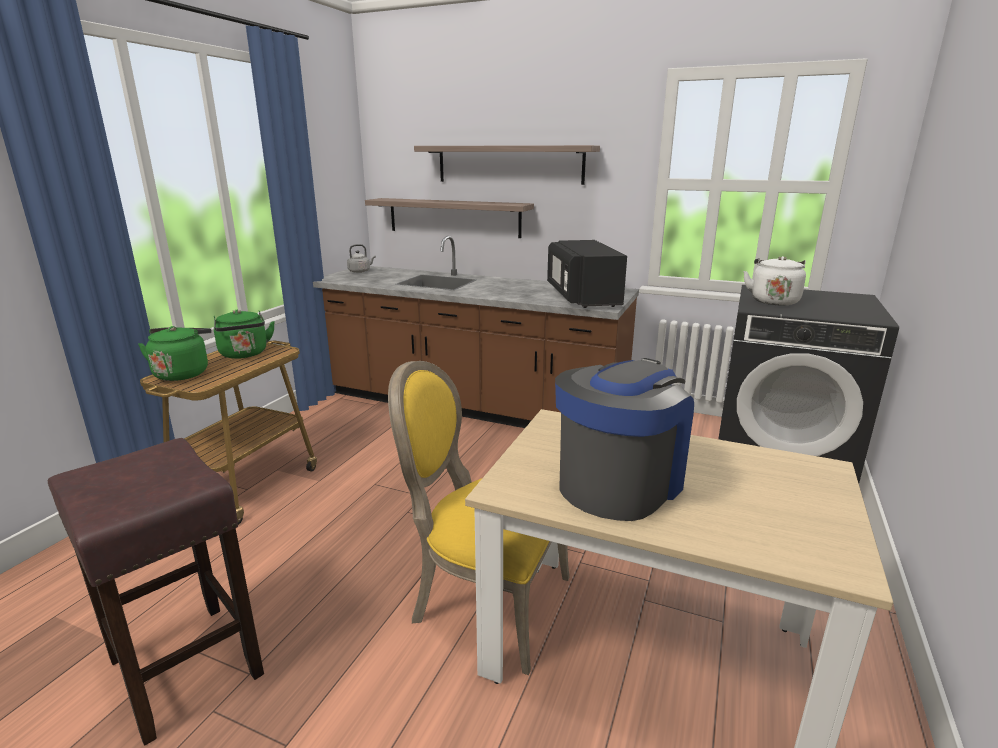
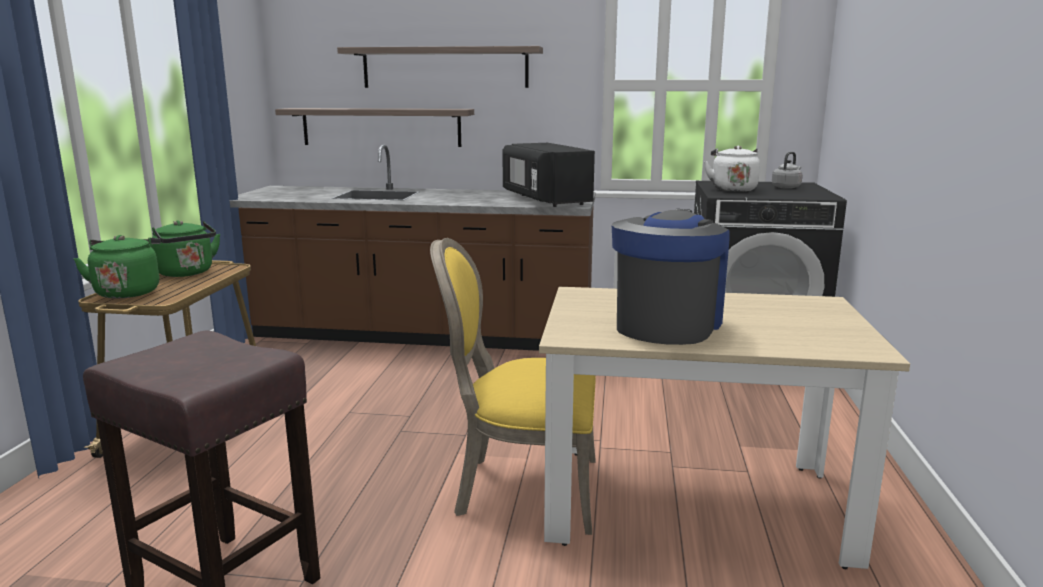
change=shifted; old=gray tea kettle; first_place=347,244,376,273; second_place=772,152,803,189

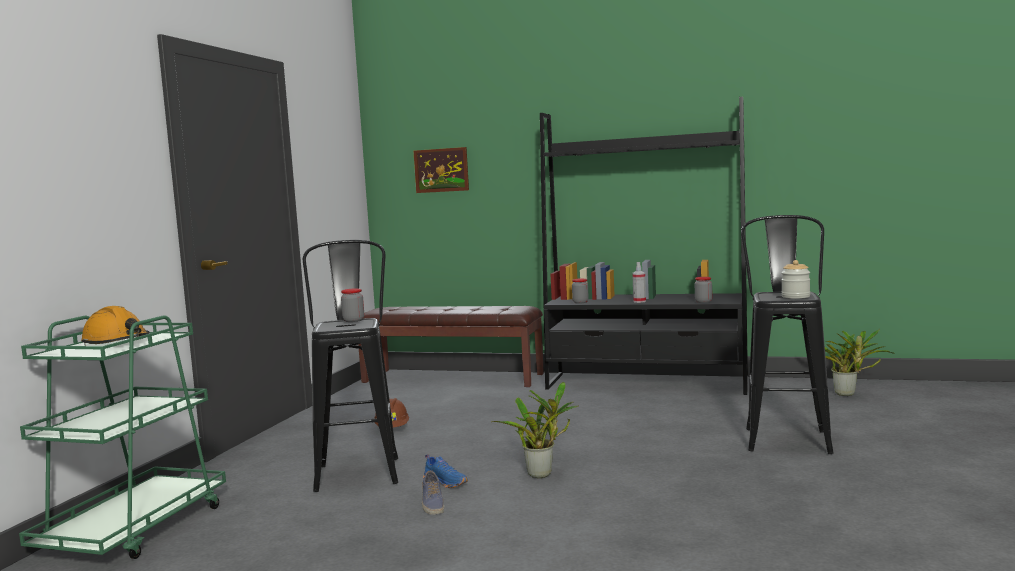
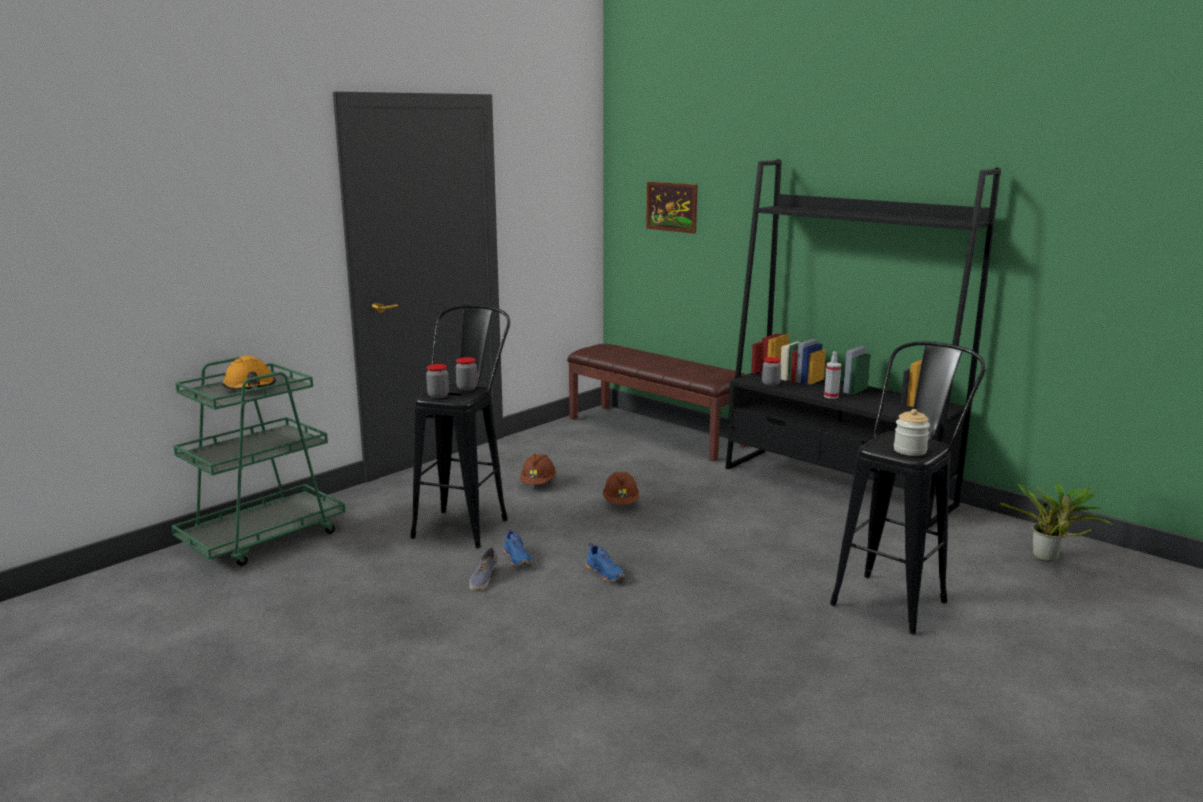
change=new; new=brownish hard hat; second_place=603,472,639,505
change=shifted; old=preserve jar; first_place=695,277,712,303; second_place=426,364,449,398
change=swapped; old=potted plant; new=bluish item of footwear; first_place=491,382,579,478; second_place=585,542,625,582

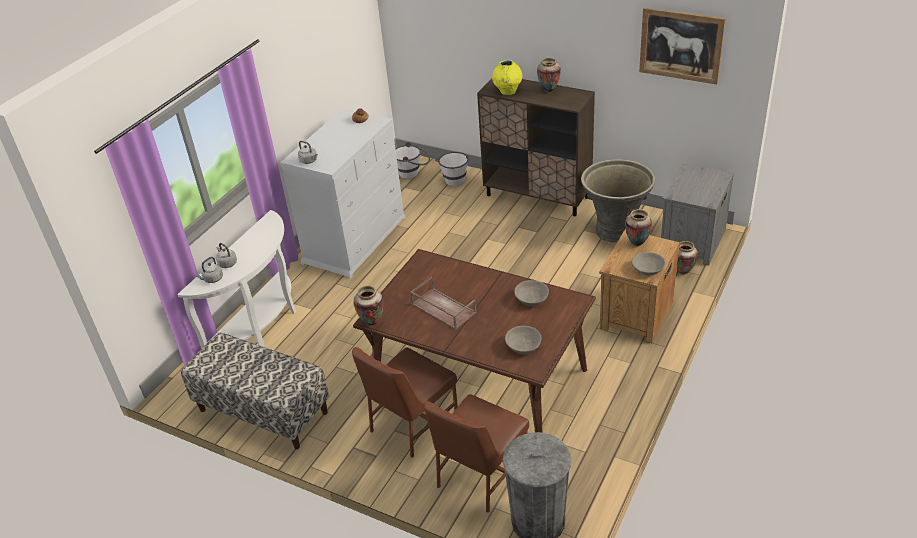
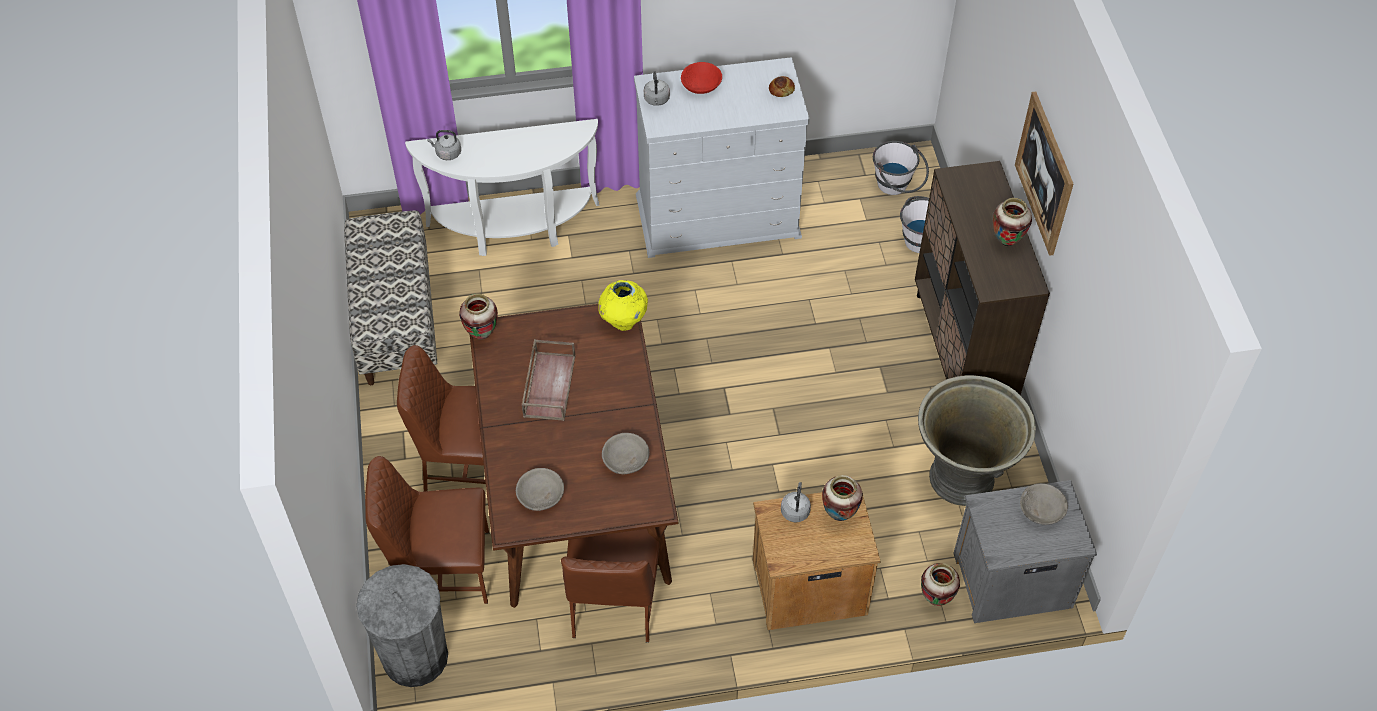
change=new; new=brownish plain chair; second_place=561,529,660,643
change=new; new=reddish serving bowl; second_place=681,62,722,94
change=shifted; old=gray tea kettle; first_place=216,243,237,268; second_place=781,482,811,522
change=shifted; old=yellow-coloured flower vase; first_place=492,60,523,95; second_place=598,280,648,331
change=shifted; old=gray serving bowl; first_place=632,252,665,276; second_place=1020,483,1068,525
change=shifted; old=wall art; first_place=639,8,726,85; second_place=1015,91,1073,256

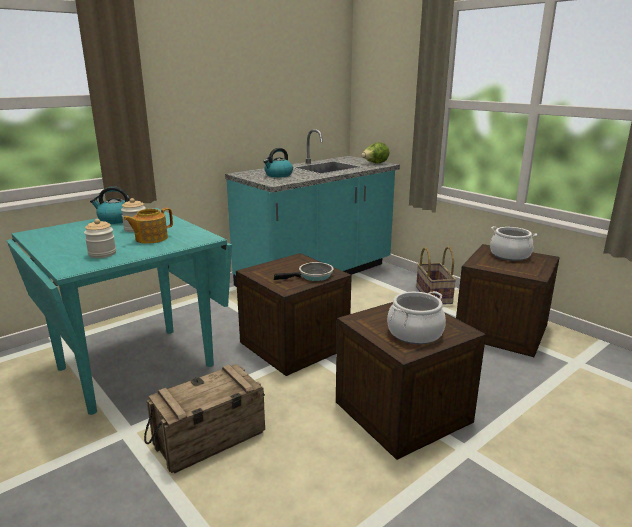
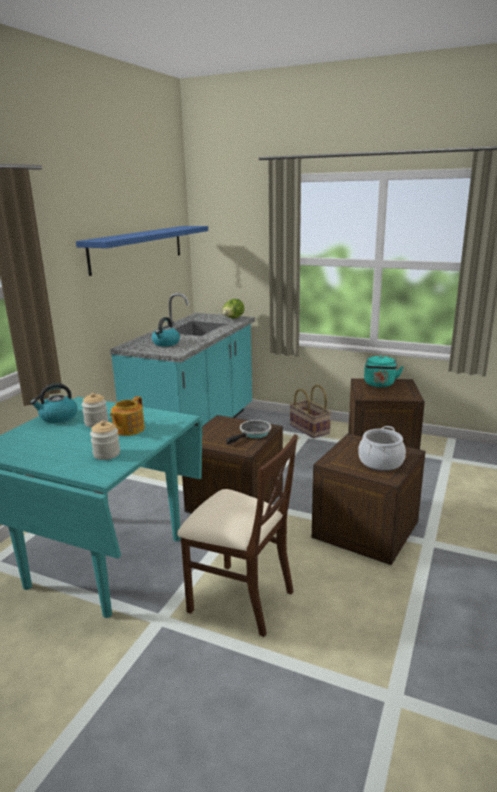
change=new; new=bluish shelf; second_place=76,226,208,276
change=swapped; old=crate; new=beige-coloured plain chair; first_place=144,364,265,474; second_place=177,434,298,637
change=swapped; old=saucepot; new=turquoise tea kettle; first_place=490,226,537,261; second_place=364,355,404,387

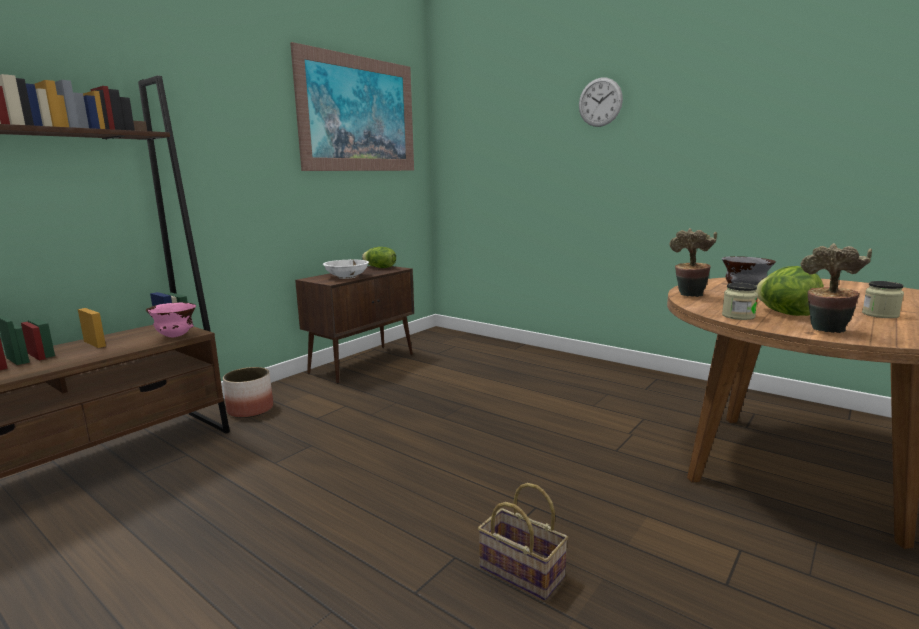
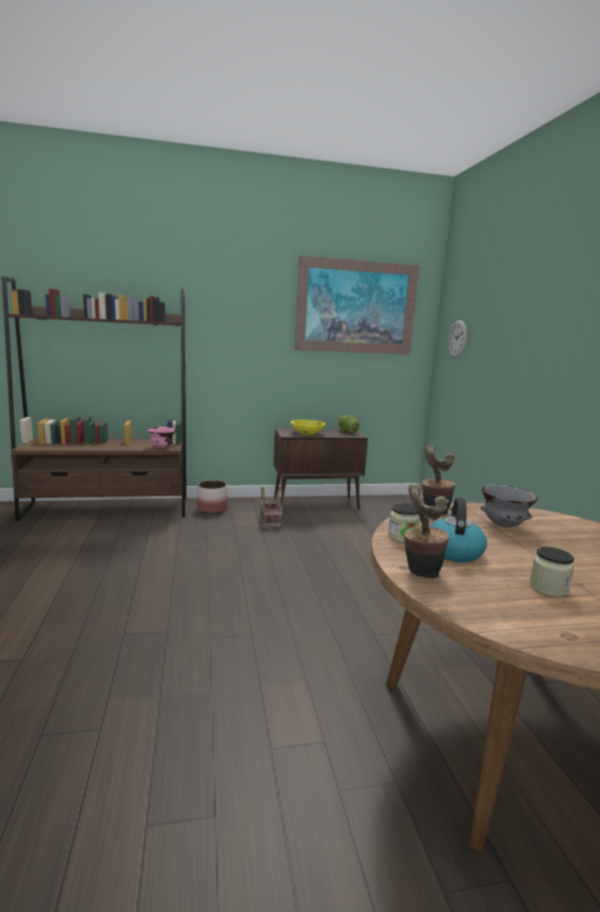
change=shifted; old=household basket; first_place=478,483,568,600; second_place=260,486,283,528
change=shifted; old=wall clock; first_place=579,78,623,127; second_place=448,320,467,357
change=swapped; old=head of lettuce; new=tea kettle; first_place=756,266,824,316; second_place=429,498,487,562
change=repainted; old=white-coloured serving bowl; new=yellow-coloured serving bowl; first_place=323,259,369,279; second_place=290,420,326,435

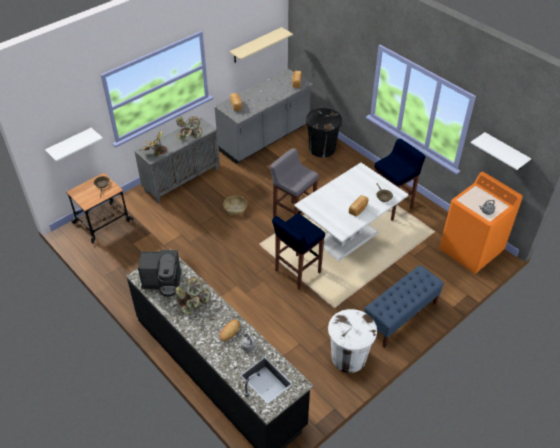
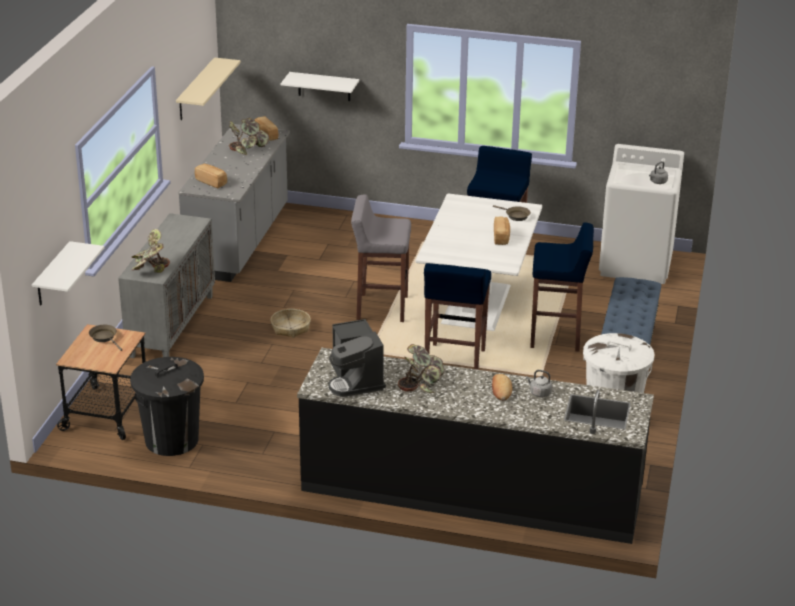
change=new; new=bluish stool; second_place=530,223,594,352
change=shifted; old=potted plant; first_place=176,116,202,141; second_place=229,118,269,155
change=shifted; old=black trash can; first_place=306,108,342,157; second_place=130,357,204,456
change=shifted; old=white-coloured shelf; first_place=471,132,531,170; second_place=281,72,359,101
change=repainted; old=orange laundry machine; new=white-coloured laundry machine; first_place=440,172,523,274; second_place=599,144,684,284
change=rotated; old=coffee brewer; first_place=138,250,181,297; second_place=329,319,386,397; degrees=105

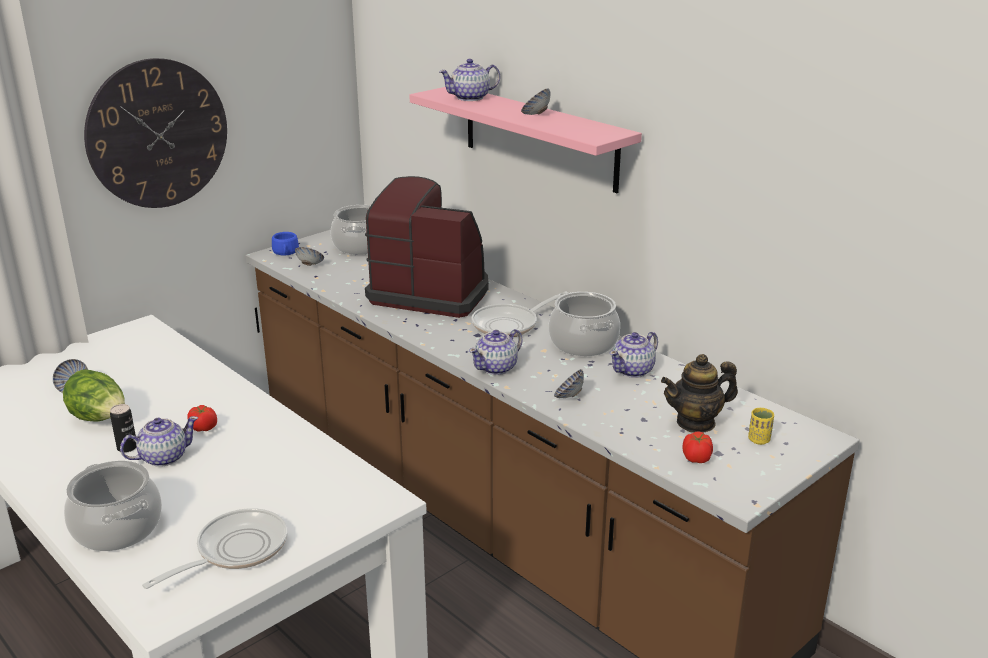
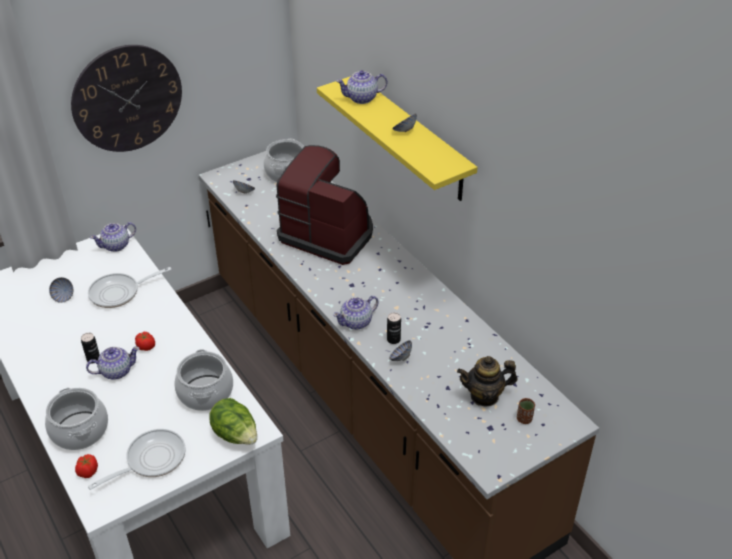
change=gone; old=bluish cup; first_place=272,232,299,256
change=new; new=can; second_place=387,312,401,344
change=shifted; old=head of lettuce; first_place=63,369,125,422; second_place=210,398,257,445
change=shifted; old=frying pan; first_place=471,292,568,337; second_place=88,267,172,308
change=shifted; old=saucepot; first_place=549,292,620,356; second_place=174,349,233,411
change=shifted; old=pot for tea; first_place=610,332,658,378; second_place=90,222,136,252
change=shifted; old=tomato; first_place=683,431,713,463; second_place=75,454,98,478
change=repainted; old=pink-coloured shelf; new=yellow-coloured shelf; first_place=409,87,642,193; second_place=317,76,478,201
change=repainted; old=yellow-coloured cup; new=brownish cup; first_place=748,408,774,445; second_place=517,398,535,424

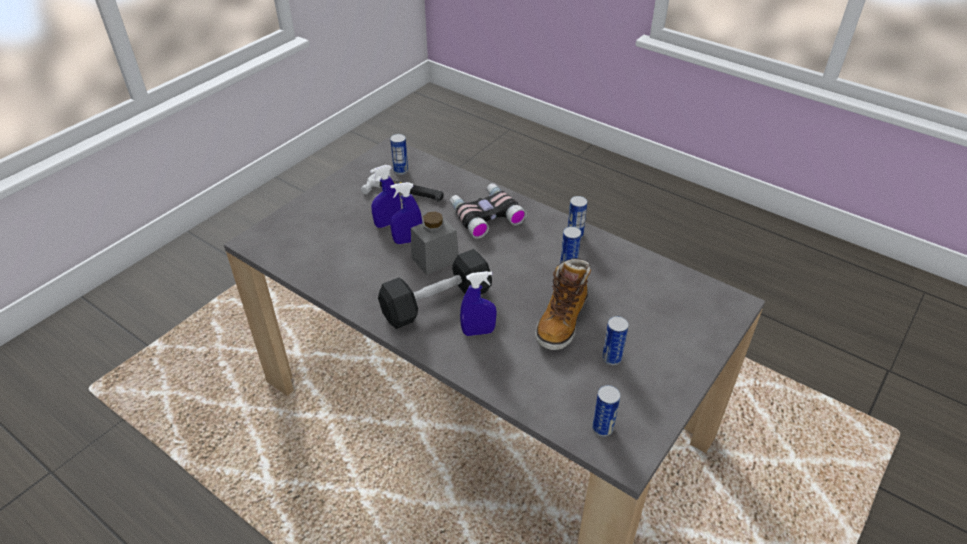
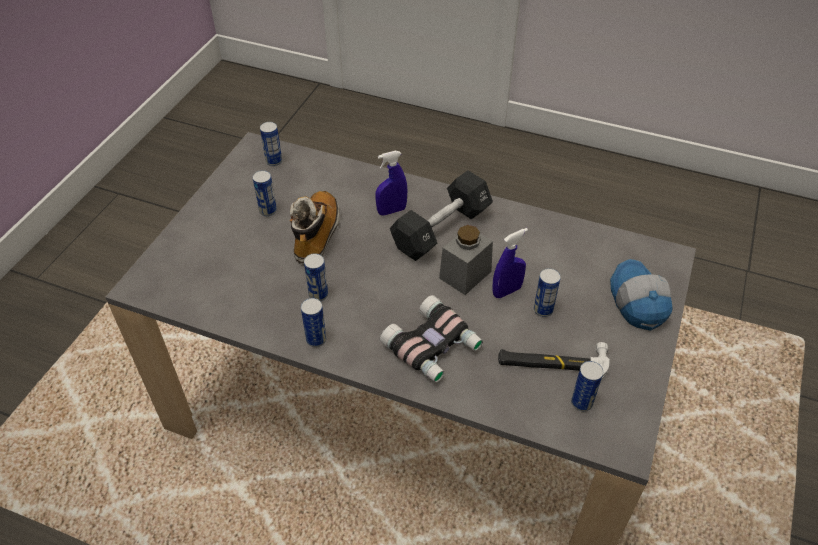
change=new; new=peaked cap; second_place=610,259,672,331
change=swapped; old=bluish sprayer; new=can; first_place=370,165,401,228; second_place=534,268,561,317

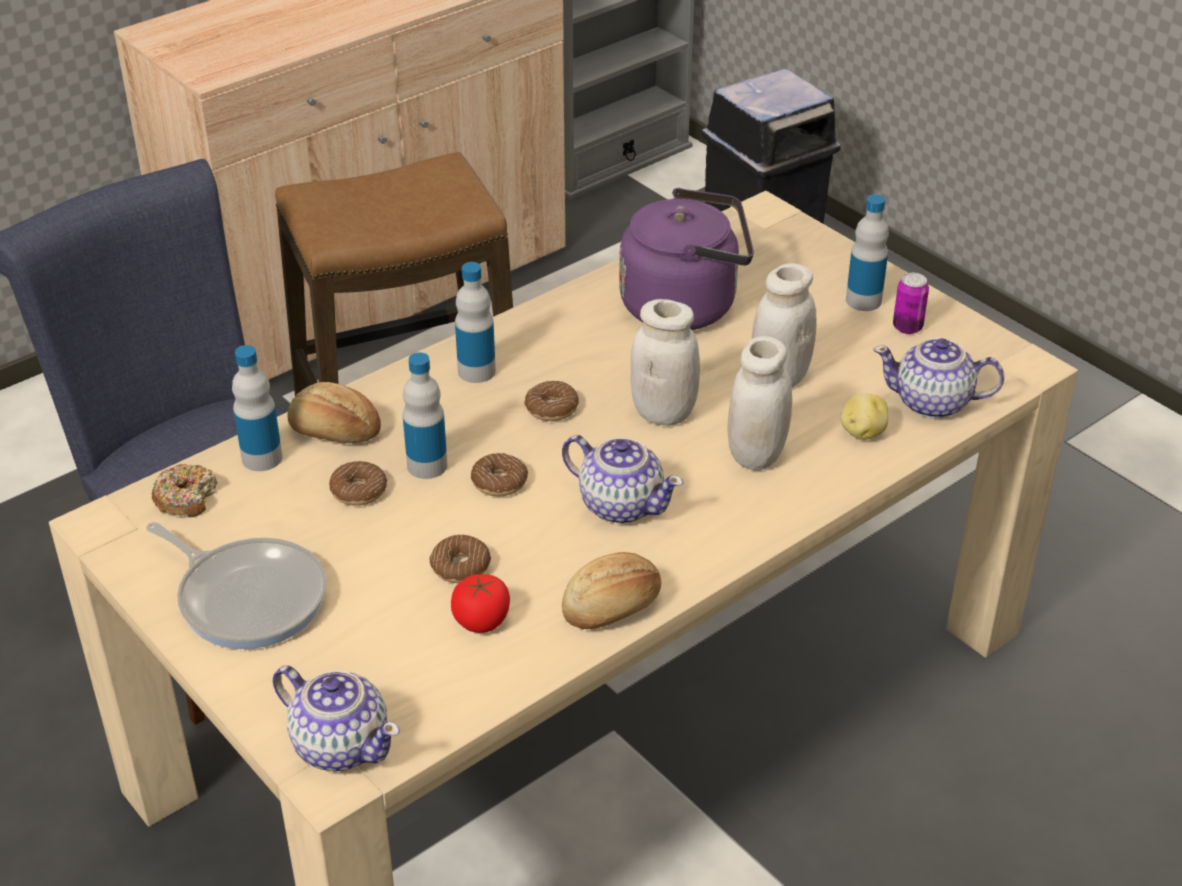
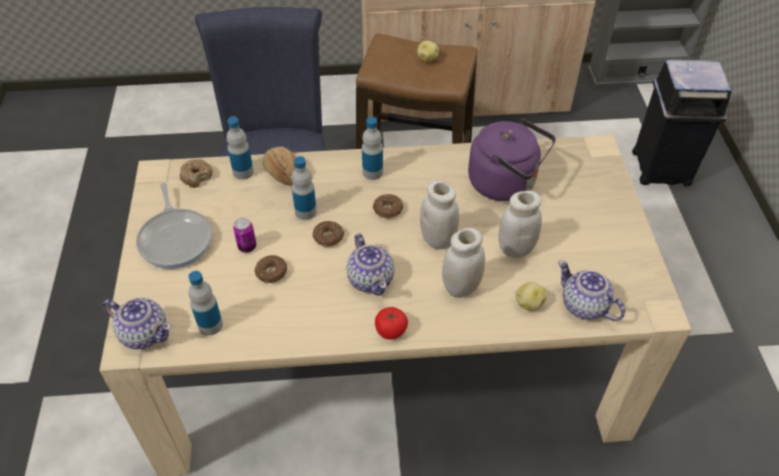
change=gone; old=ring doughnut; first_place=329,461,387,506
change=gone; old=bread; first_place=562,552,661,629
change=new; new=potato; second_place=417,41,439,62
change=shifted; old=tomato; first_place=451,574,510,633; second_place=375,307,408,340
change=shifted; old=bottle; first_place=846,194,889,311; second_place=188,271,223,336
change=shifted; old=can; first_place=893,273,929,334; second_place=233,218,256,253
change=rotated; old=pot for tea; first_place=273,666,400,772; second_place=103,298,172,349; degrees=-45

